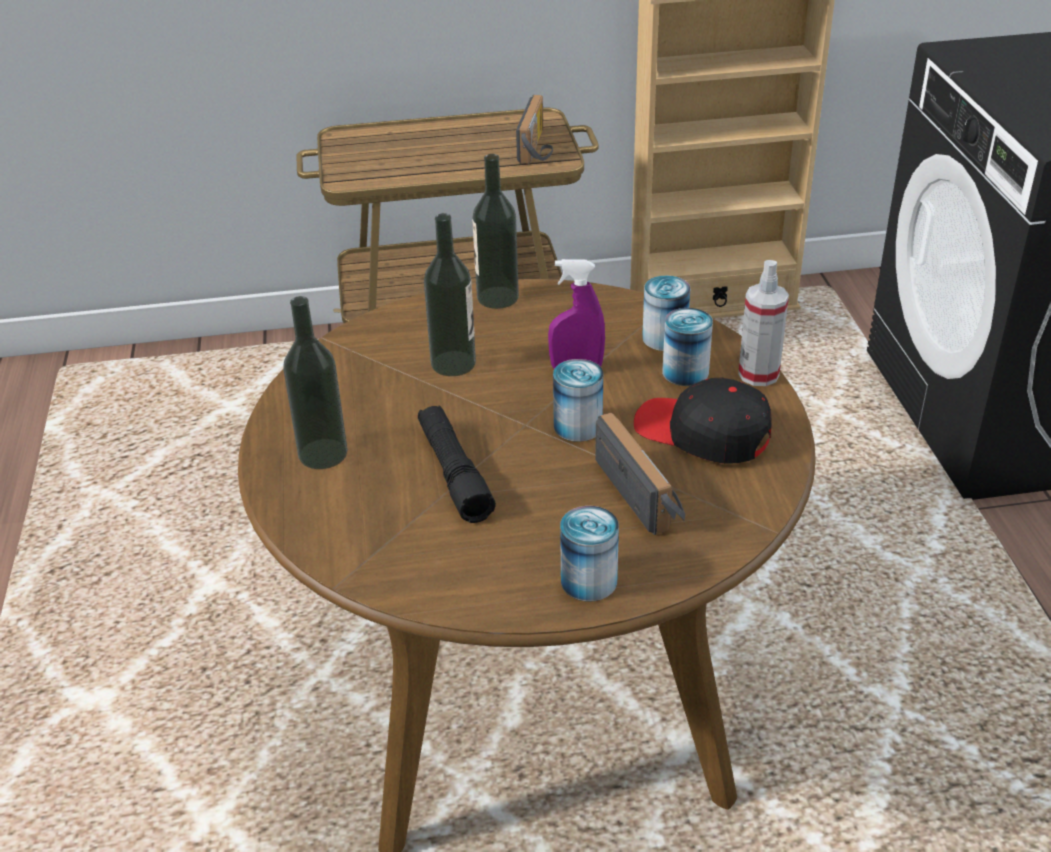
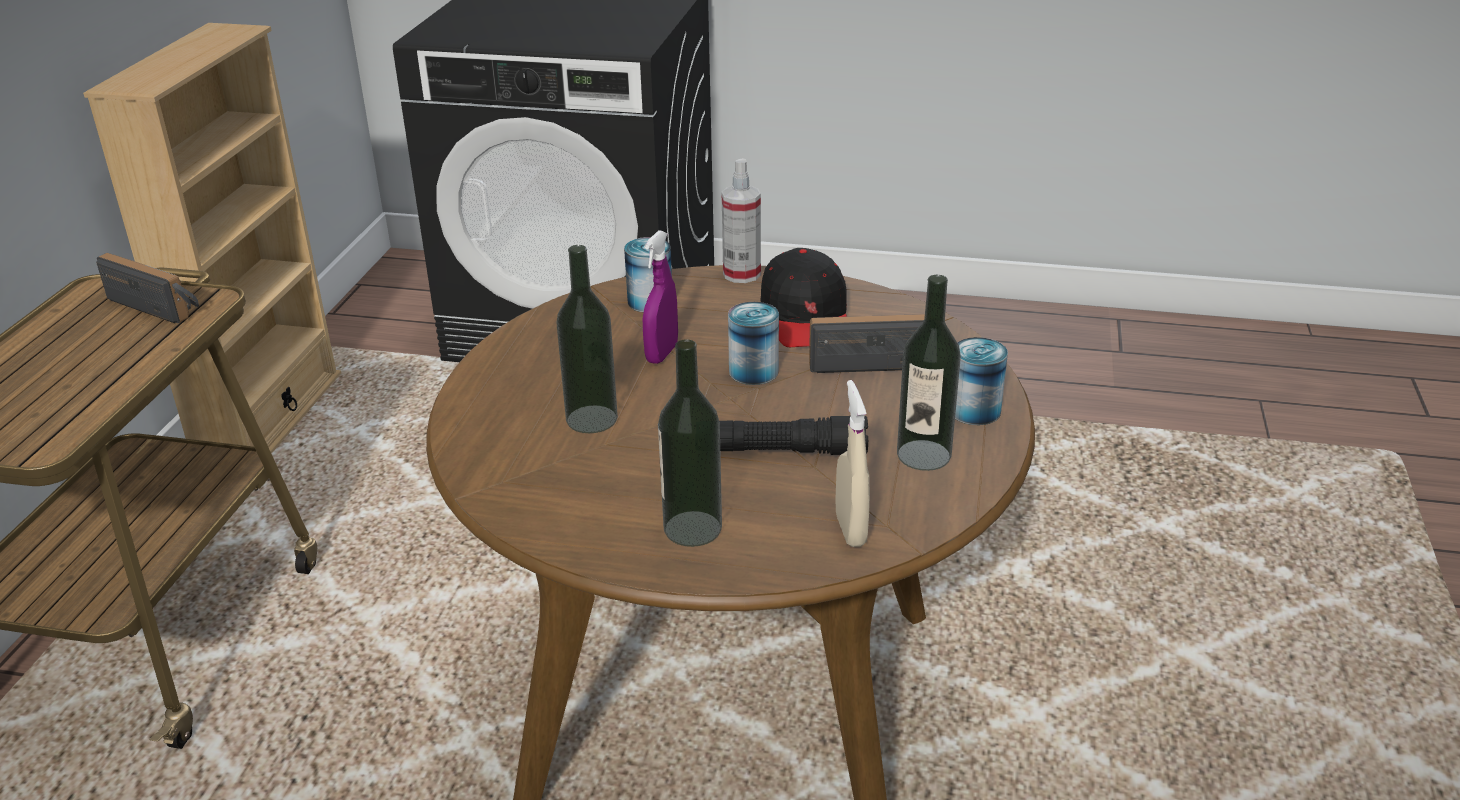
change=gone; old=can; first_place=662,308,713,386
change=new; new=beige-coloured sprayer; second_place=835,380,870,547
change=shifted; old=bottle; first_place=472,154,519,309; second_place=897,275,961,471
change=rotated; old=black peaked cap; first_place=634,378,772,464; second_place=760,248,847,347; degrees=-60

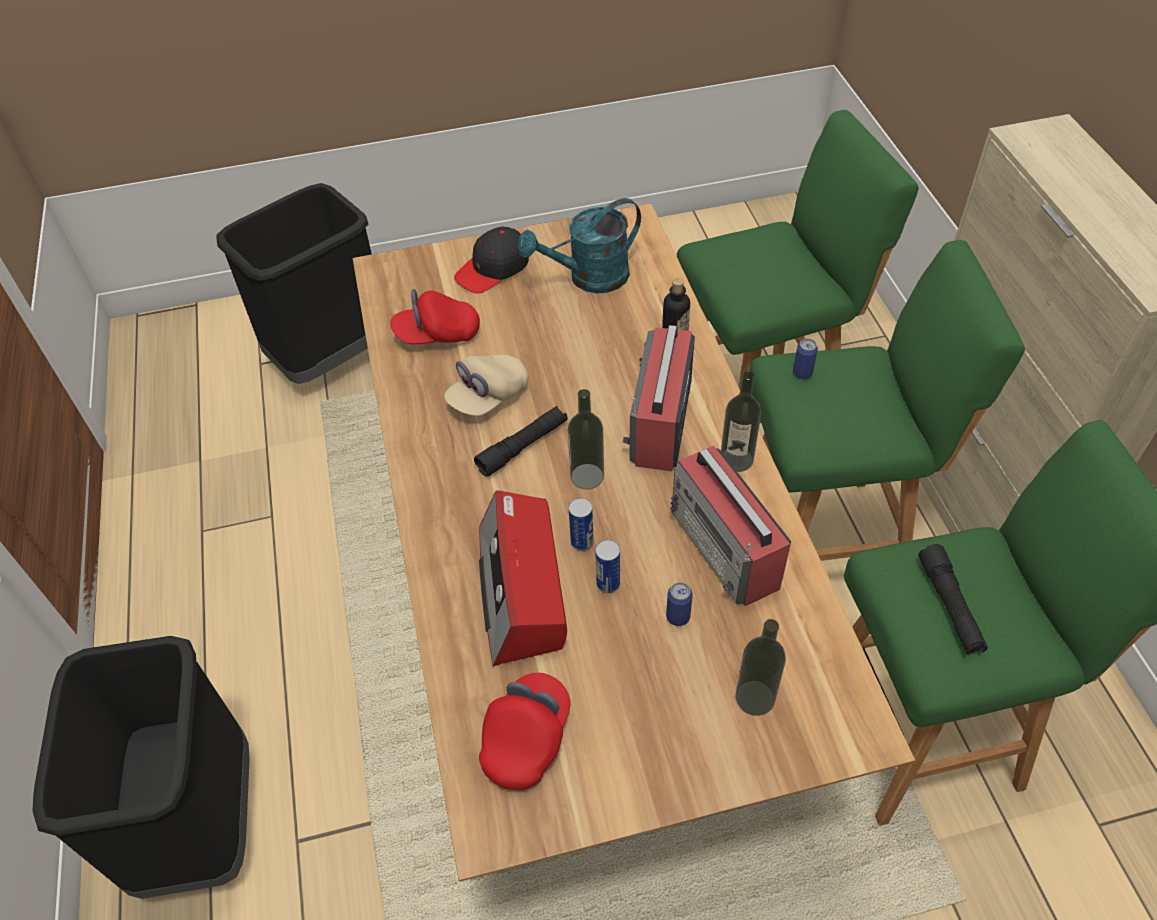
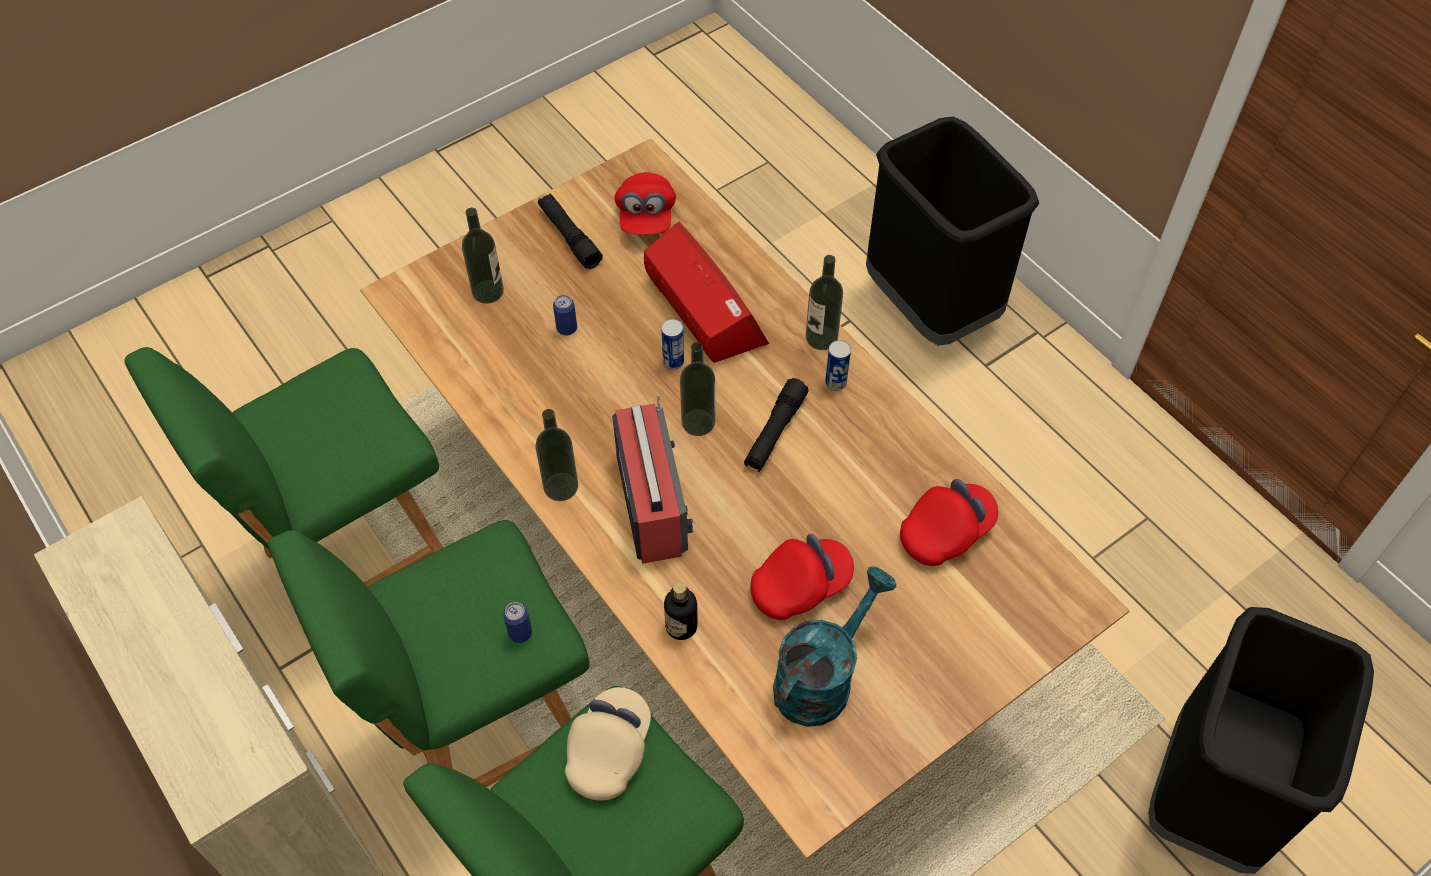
change=gone; old=black peaked cap; first_place=454,227,529,294
change=gone; old=radio; first_place=670,446,791,606
change=new; new=reddish peaked cap; second_place=750,534,854,620
change=new; new=bottle; second_place=806,255,843,350
change=shifted; old=beige-coloured peaked cap; first_place=444,354,528,416; second_place=565,687,651,801
change=shifted; old=can; first_place=595,540,620,593; second_place=825,340,851,391
change=shifted; old=black hand torch; first_place=918,544,988,655; second_place=538,194,603,269

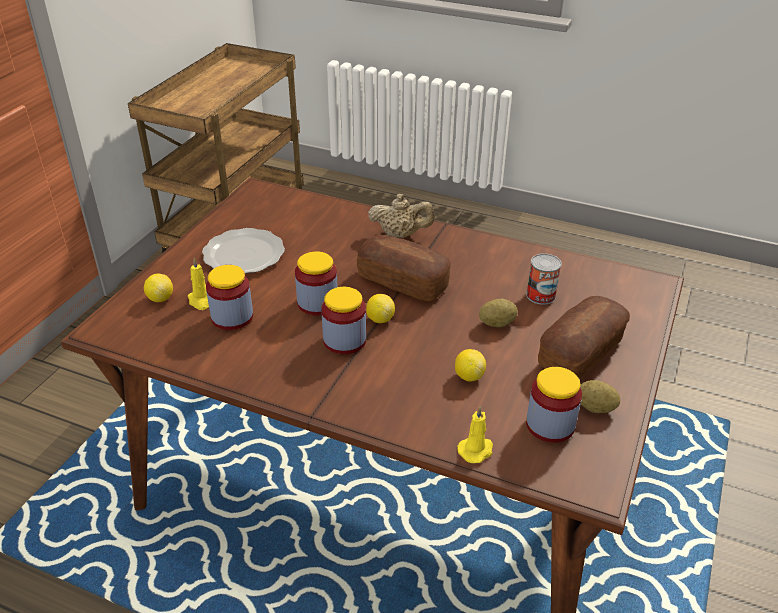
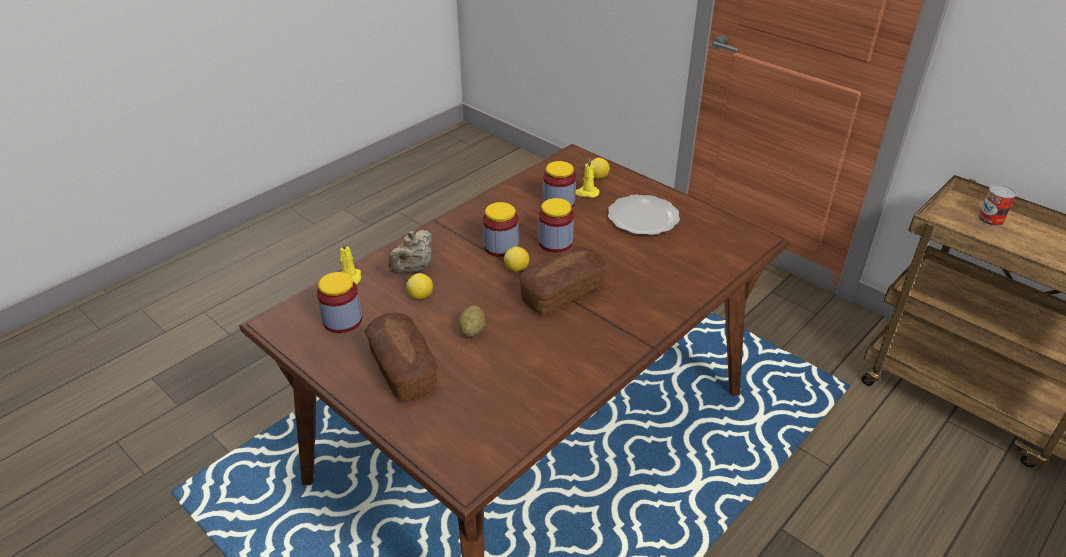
change=gone; old=potato; first_place=580,380,620,413
change=shifted; old=beige-coloured pot for tea; first_place=368,194,435,238; second_place=389,230,432,274
change=shifted; old=can; first_place=526,253,562,305; second_place=978,184,1017,226

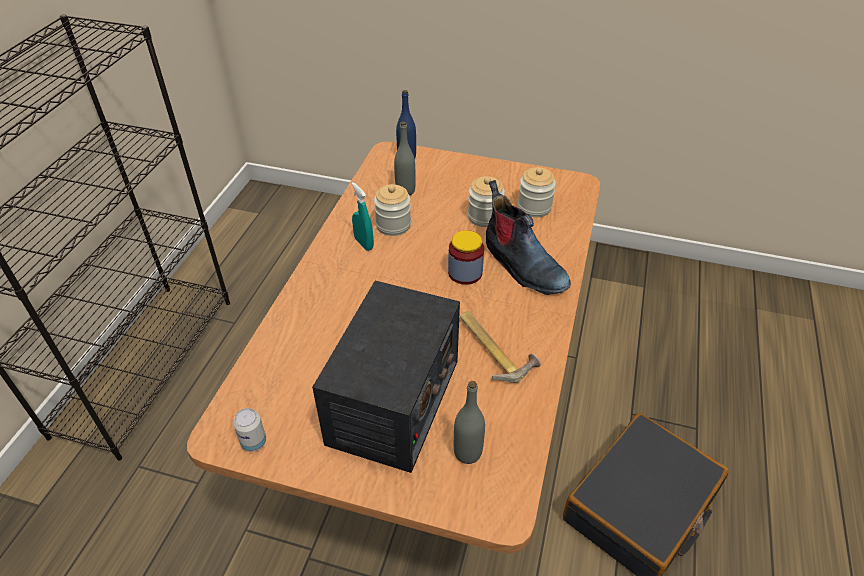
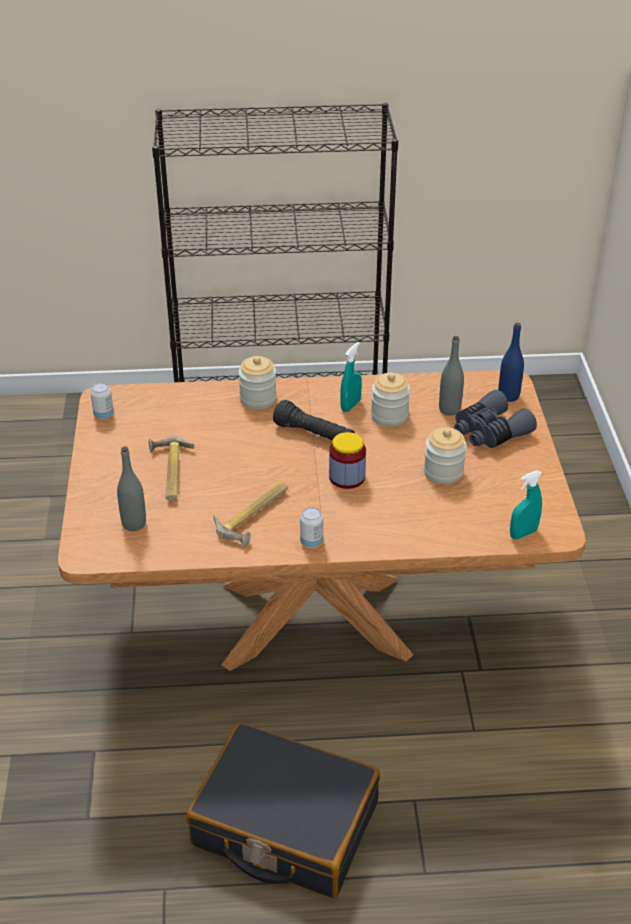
change=gone; old=tall boot; first_place=486,180,571,295
change=new; new=black hand torch; second_place=273,400,355,440
change=new; new=can; second_place=300,507,323,548
change=new; new=gray binoculars; second_place=454,389,537,448
change=new; new=turquoise sprayer; second_place=510,470,542,539
change=shifted; old=preserve jar; first_place=518,167,556,217; second_place=238,356,277,409
change=swapped; old=radio; new=hammer; first_place=312,281,460,473; second_place=149,436,194,500

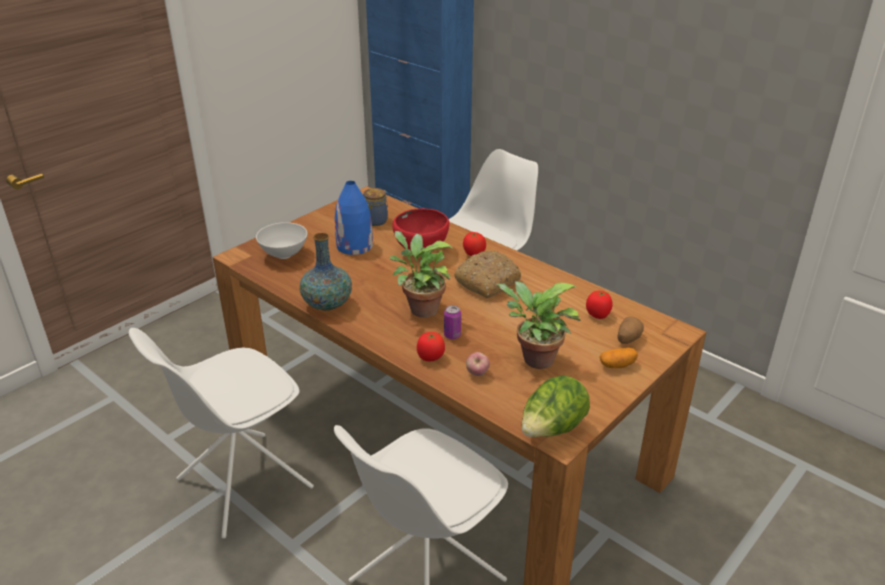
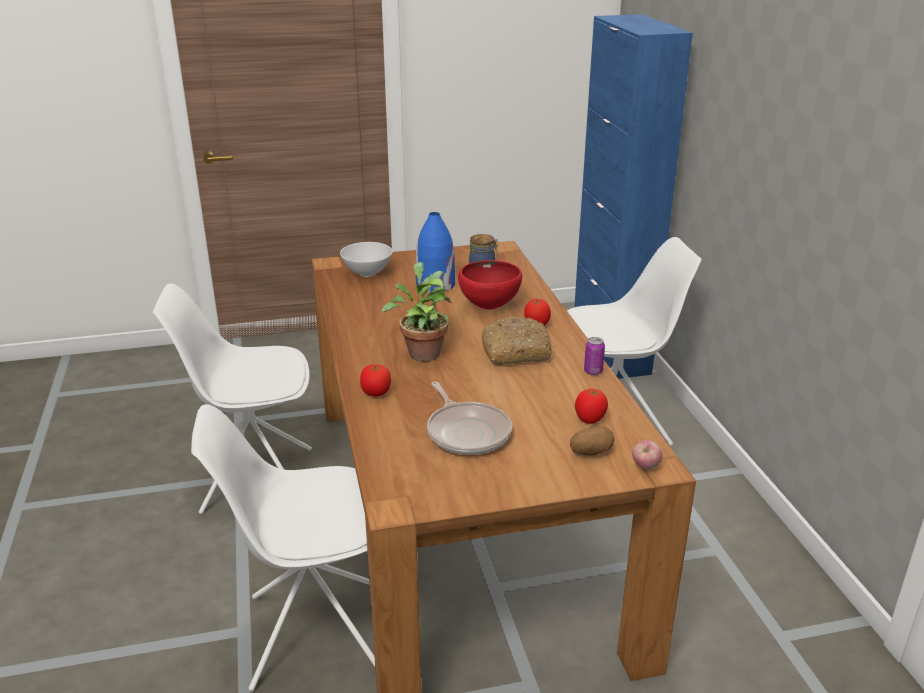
change=gone; old=flower vase; first_place=300,233,352,311
change=gone; old=head of lettuce; first_place=522,375,590,437
change=gone; old=potato; first_place=600,348,638,368
change=shifted; old=can; first_place=444,305,461,339; second_place=584,337,605,375
change=shifted; old=whole apple; first_place=466,352,490,376; second_place=632,440,663,469
change=swapped; old=potted plant; new=frying pan; first_place=496,281,581,369; second_place=427,382,512,455

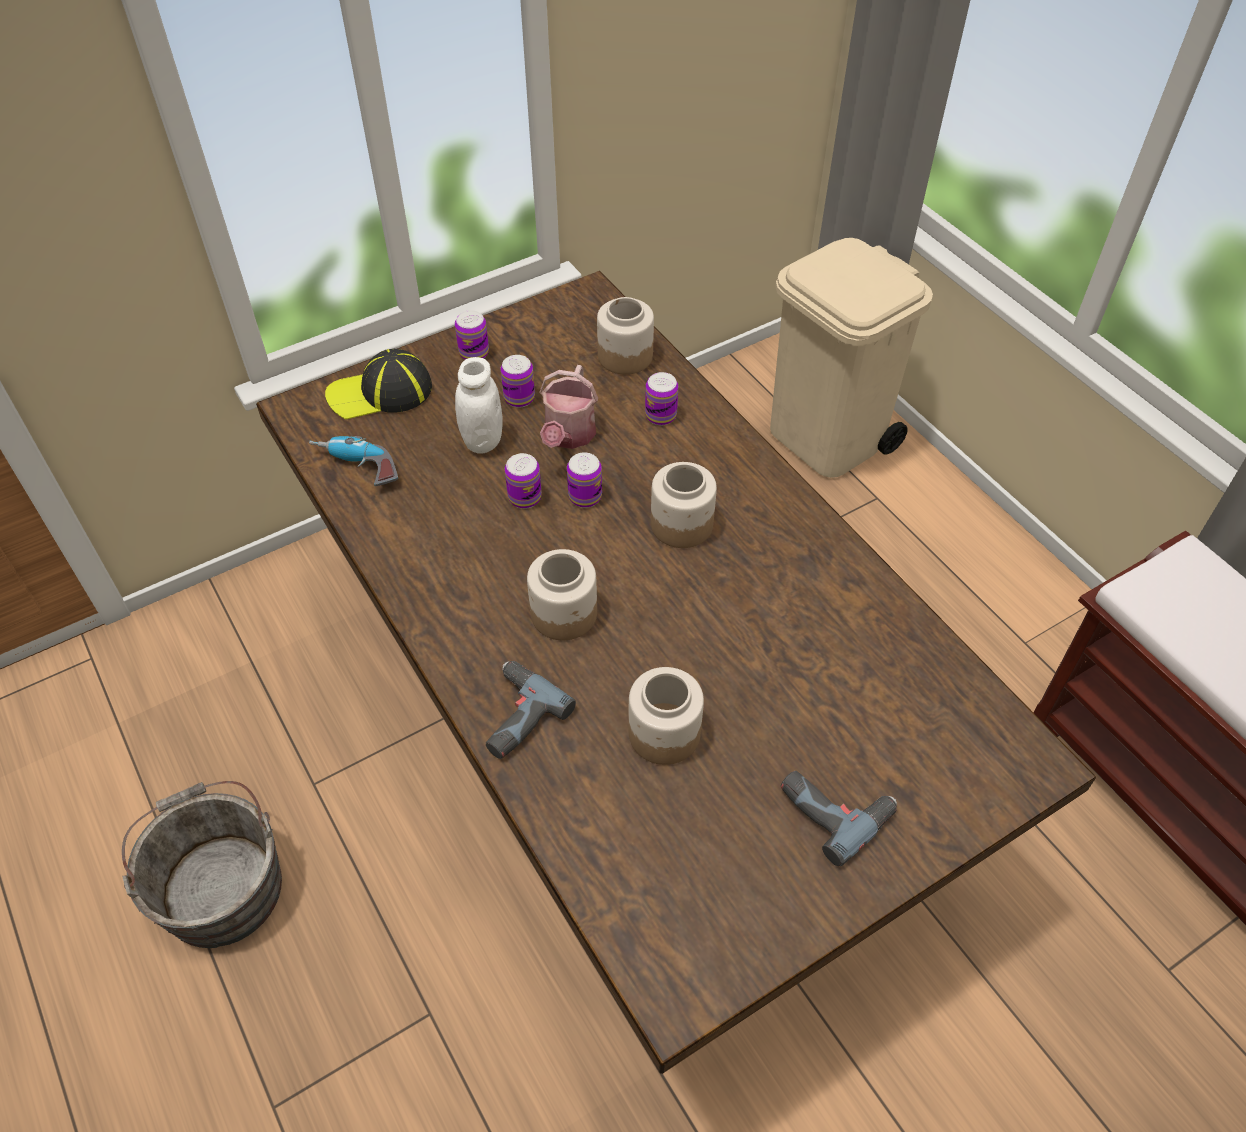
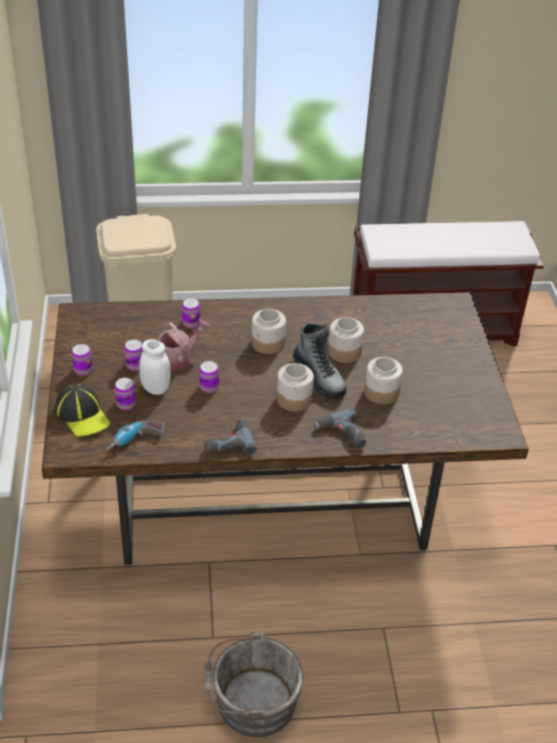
change=new; new=tall boot; second_place=293,322,347,399
change=shifted; old=can; first_place=567,452,602,508; second_place=114,378,136,410
change=shifted; old=preserve jar; first_place=597,297,654,375; second_place=328,317,364,363
change=shifted; old=power drill; first_place=781,771,897,866; second_place=205,418,257,455
change=rotated; old=peaked cap; first_place=325,349,432,420; second_place=55,383,111,437; degrees=-45
change=rotated; old=watering can; first_place=539,365,598,449; second_place=158,318,211,371; degrees=-75

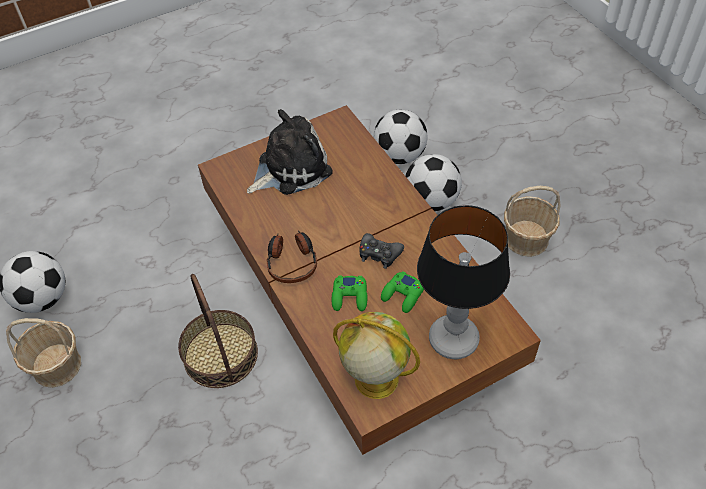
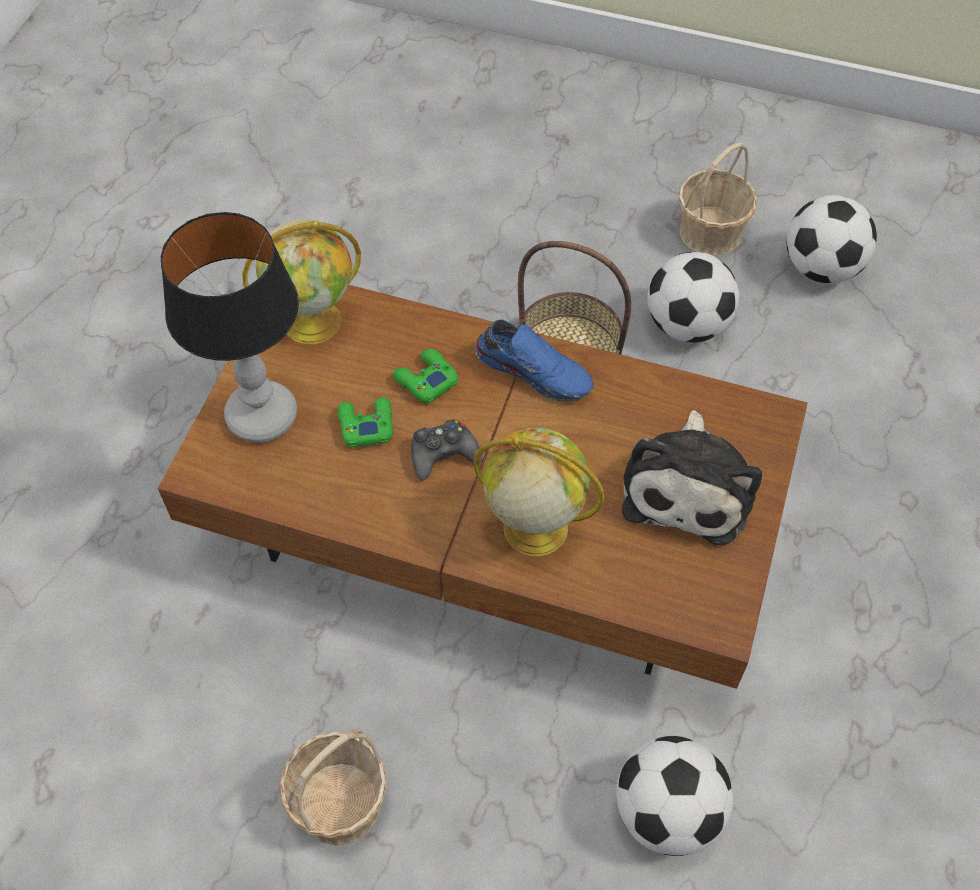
change=new; new=desk globe; second_place=473,428,604,556
change=shifted; old=football; first_place=406,154,462,211; second_place=647,252,739,342
change=swapped; old=headphones; new=bluish item of footwear; first_place=266,231,317,283; second_place=474,319,594,402

